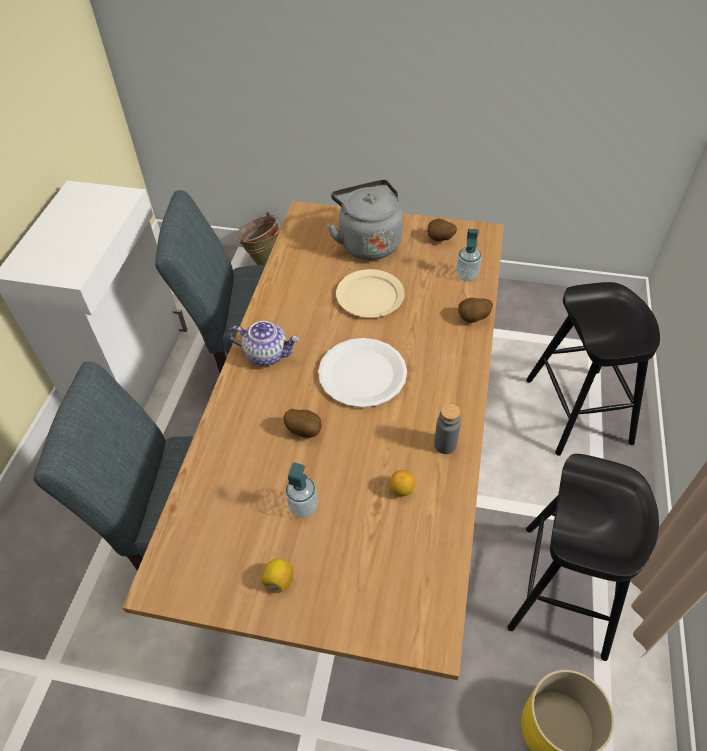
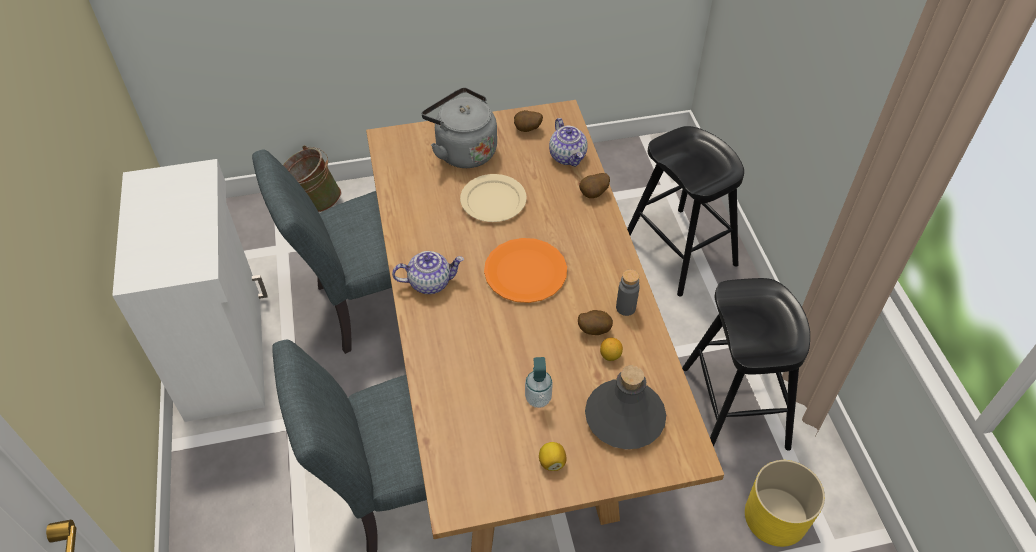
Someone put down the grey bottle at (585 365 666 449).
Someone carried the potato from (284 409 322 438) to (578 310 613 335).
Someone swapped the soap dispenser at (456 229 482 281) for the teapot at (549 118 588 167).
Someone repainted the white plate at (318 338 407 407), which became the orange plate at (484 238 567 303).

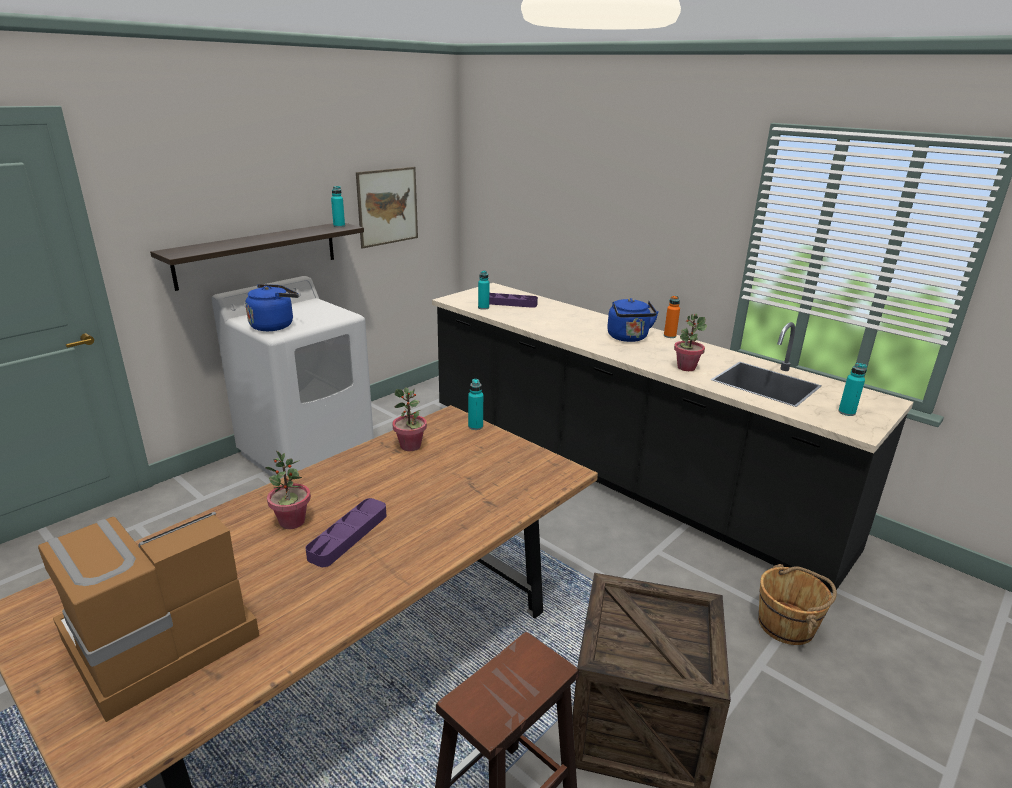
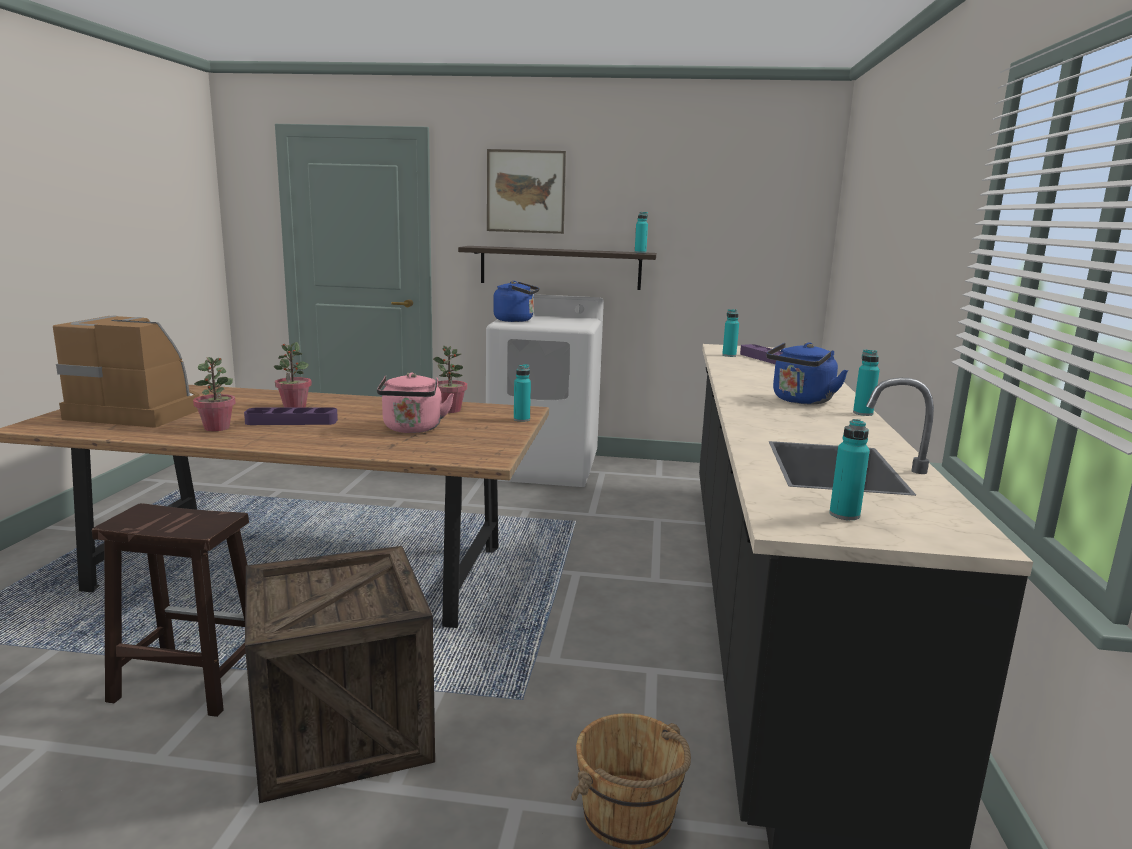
Someone put down the pink kettle at (377 373 454 433).
Someone carried the picture from (356 167 418 249) to (487 149 566 234).
Someone carried the potted plant from (674 314 707 371) to (193 357 236 431).
Someone repainted the orange bottle at (664 296 680 338), which became the turquoise bottle at (853 349 880 416).

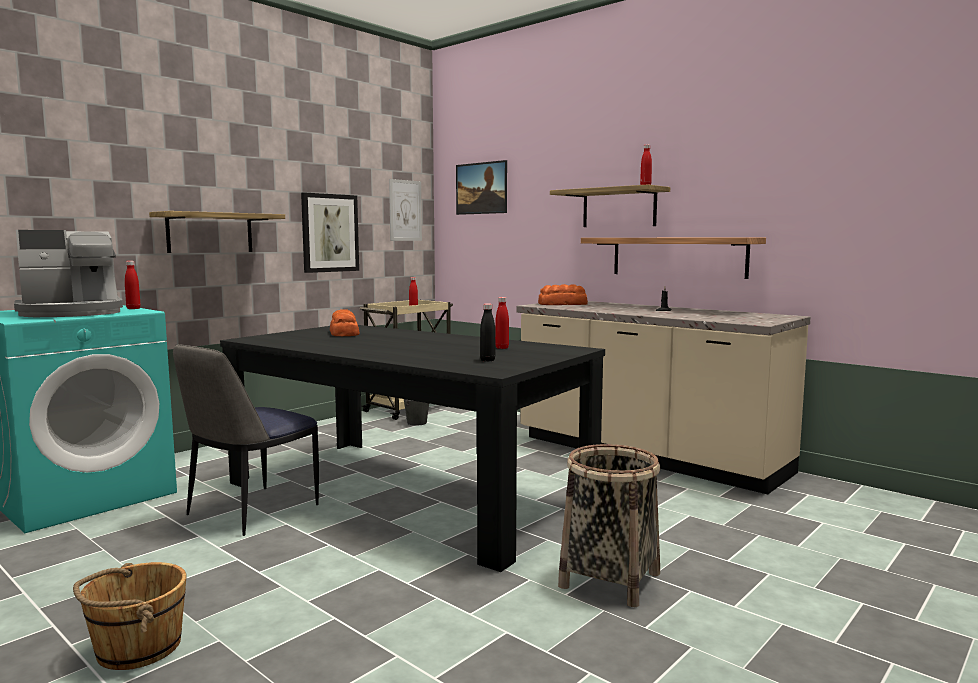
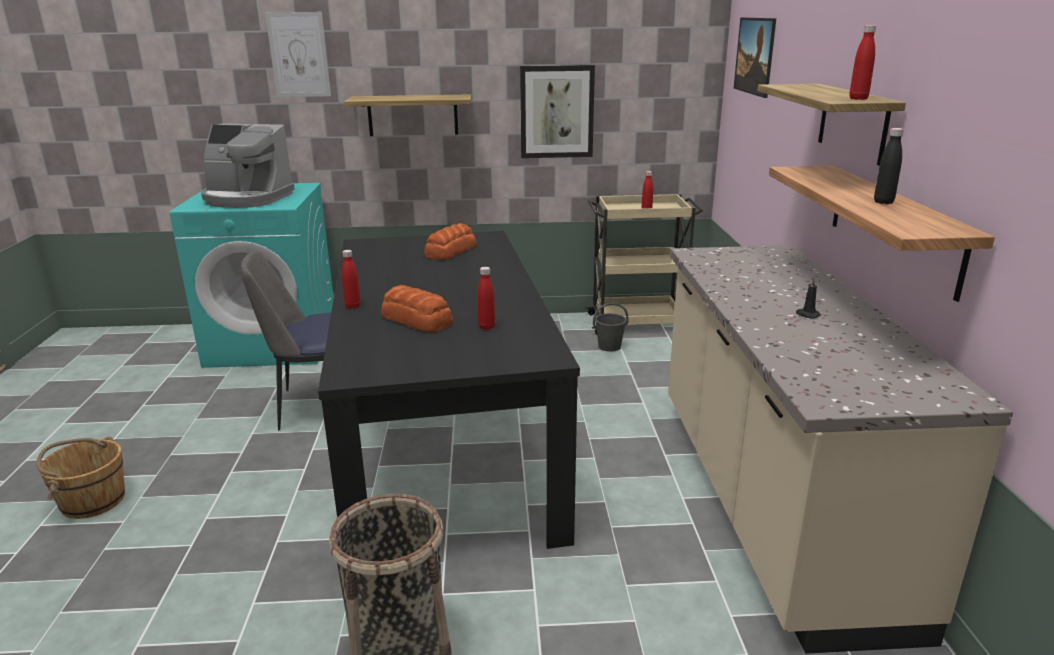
Someone carried the red bottle from (125 261 140 309) to (342 250 361 309).
Someone carried the picture from (389 179 422 241) to (265 12 331 97).
Someone carried the black bottle from (480 303 495 361) to (874 128 904 204).
Someone carried the bread from (538 284 588 305) to (381 285 453 332).

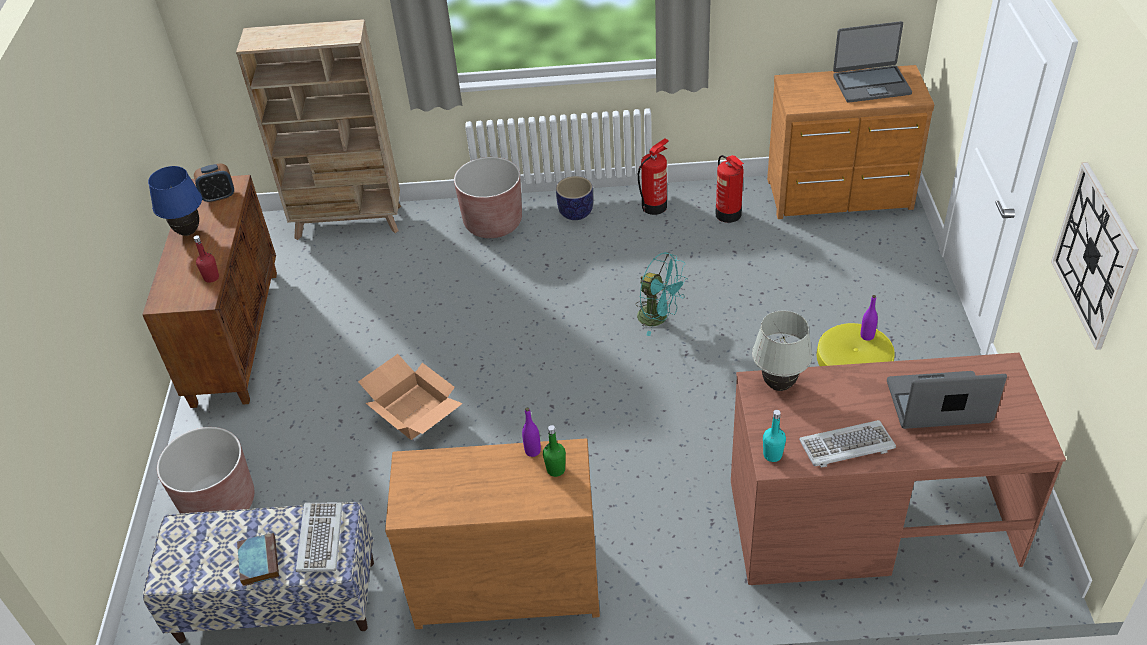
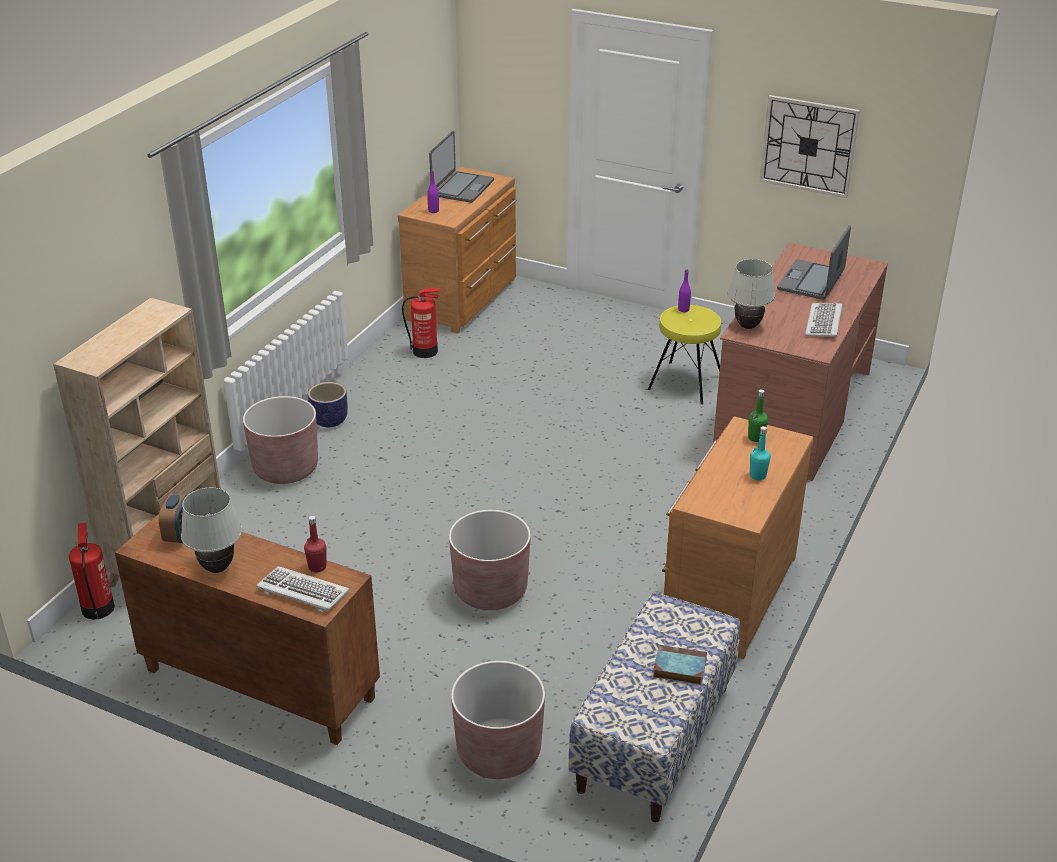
Someone took away the turquoise fan at (636 252 688 336).
Someone carried the keyboard from (296 502 342 572) to (256 566 349 612).
Someone carried the purple bottle from (522 408 541 457) to (427 171 439 213).
Someone carried the fire extinguisher from (638 138 669 215) to (69 523 115 619).
Someone carried the turquoise bottle from (763 410 786 462) to (750 426 771 480).
Someone swapped the cardboard box at (358 354 463 440) for the brown planter at (449 510 531 610).
Someone repainted the blue table lamp at (148 166 202 236), which became the white table lamp at (181 487 242 573).

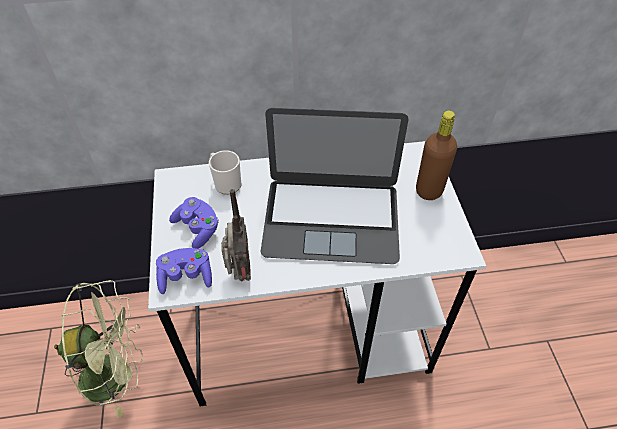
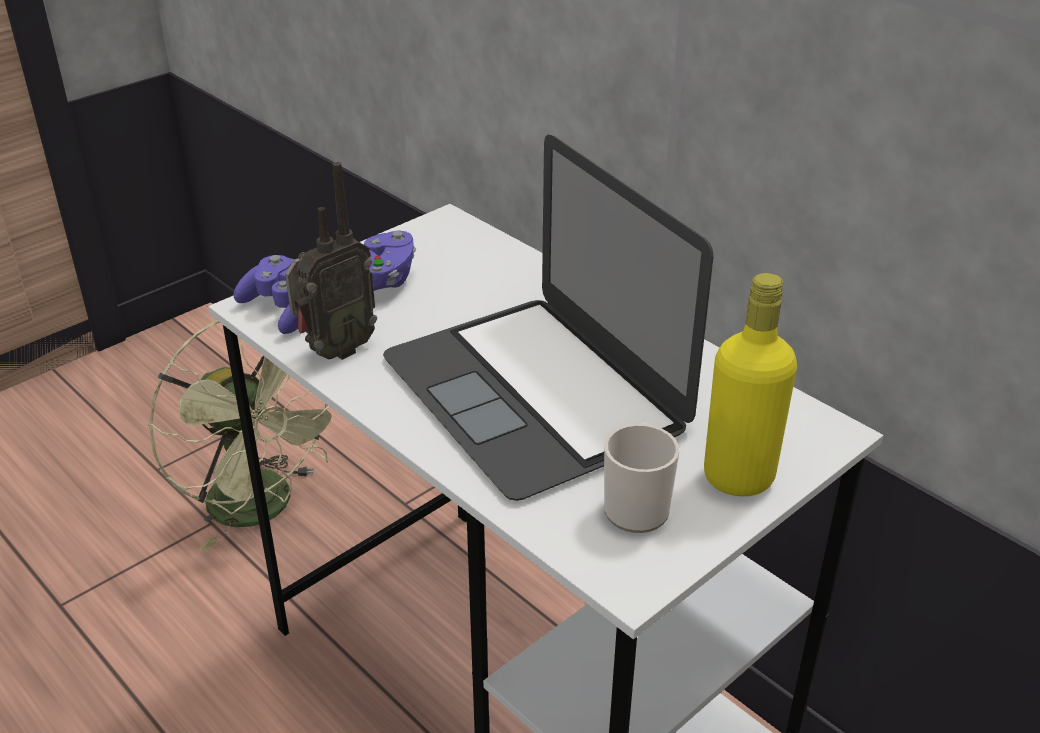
Someone carried the mug from (209 150 241 195) to (604 422 679 533).
Someone repainted the brown bottle at (416 111 457 200), which became the yellow bottle at (704 273 797 496).

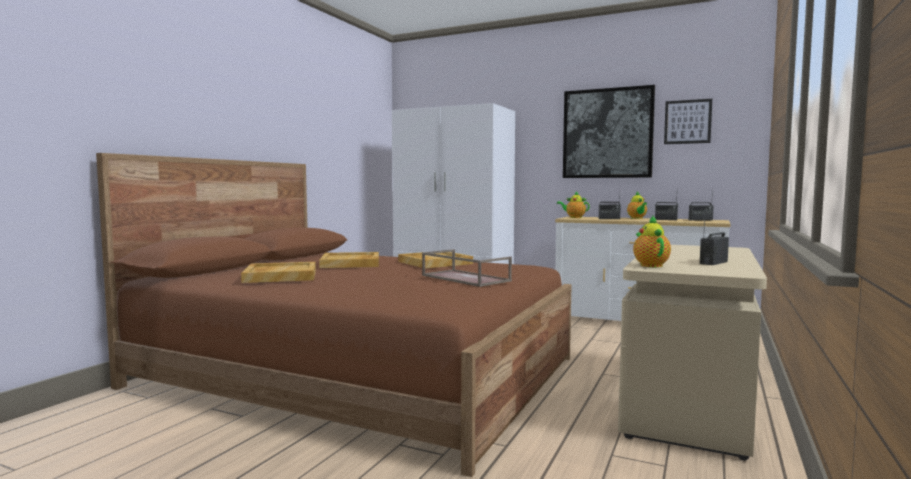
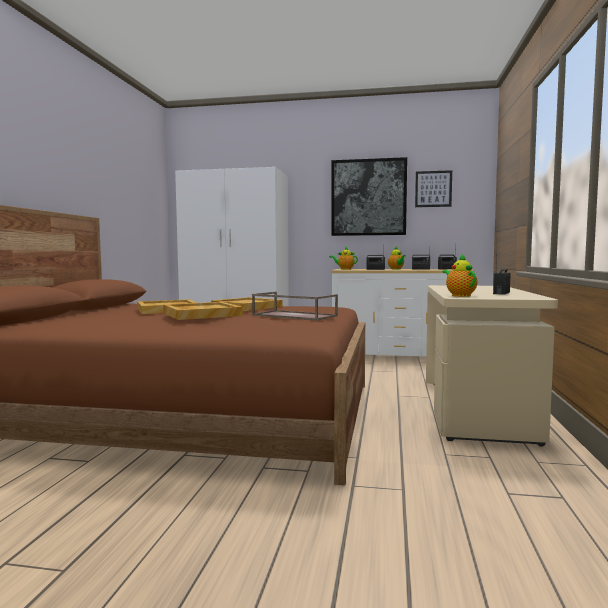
Someone carried the beige tray from (241 262 316 283) to (163 302 243 320).

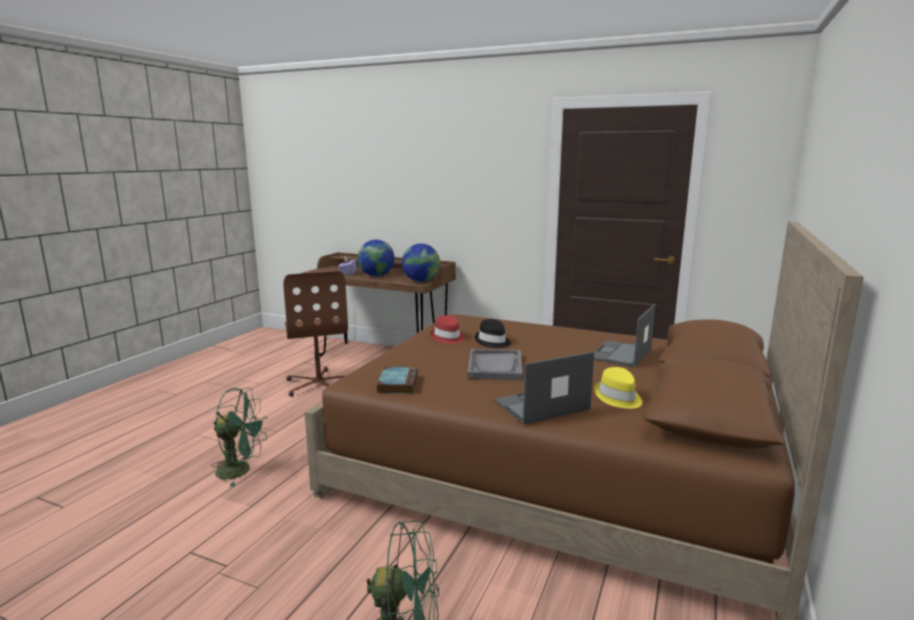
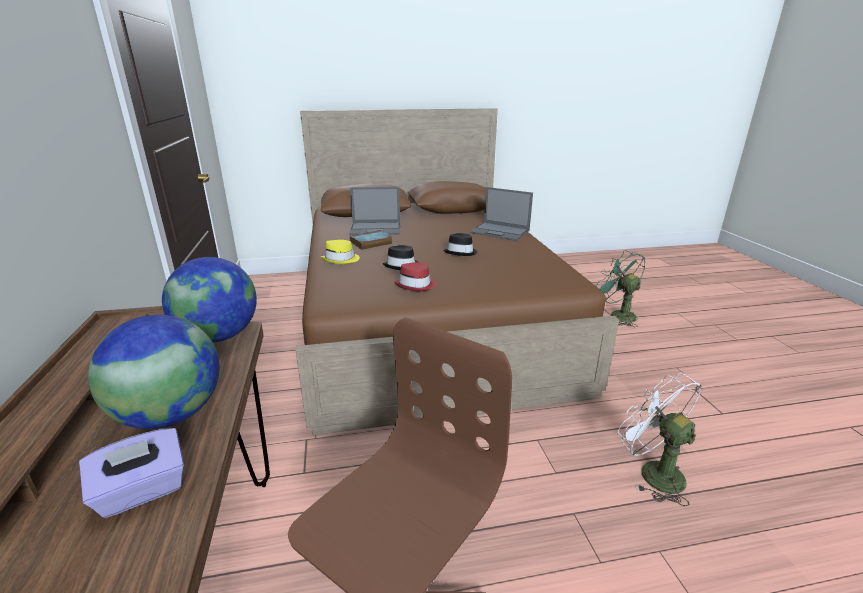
Someone carried the book from (377 367 418 394) to (349 230 393 250).
Someone carried the yellow hat from (594 367 642 409) to (321 240 360 264).
Someone swapped the grey tray at (467 349 523 380) for the black hat at (443 233 478 256).
Someone repainted the green fan at (211 388 267 487), which became the white fan at (618 373 702 506).

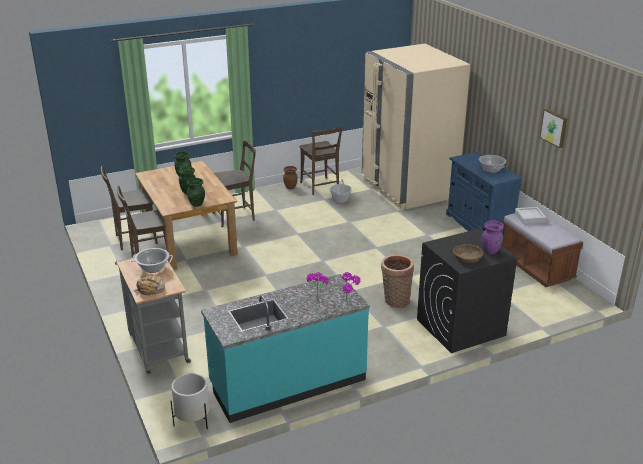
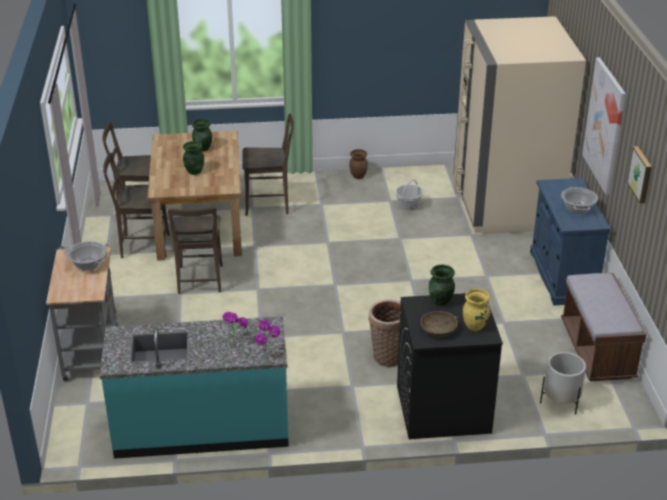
Someone took away the bread at (133 274 165 296).
Someone took away the grey tray at (515 207 546 224).
Someone put up the picture at (582 57 626 195).
Someone carried the white planter from (171 373 210 429) to (540 352 586 415).
Someone carried the green vase from (187 178 205 207) to (429 265 455 306).
Someone carried the brown chair from (299 127 342 195) to (168 207 223 294).
Someone repainted the purple vase at (482 221 504 254), which became the yellow vase at (463 289 490 331).

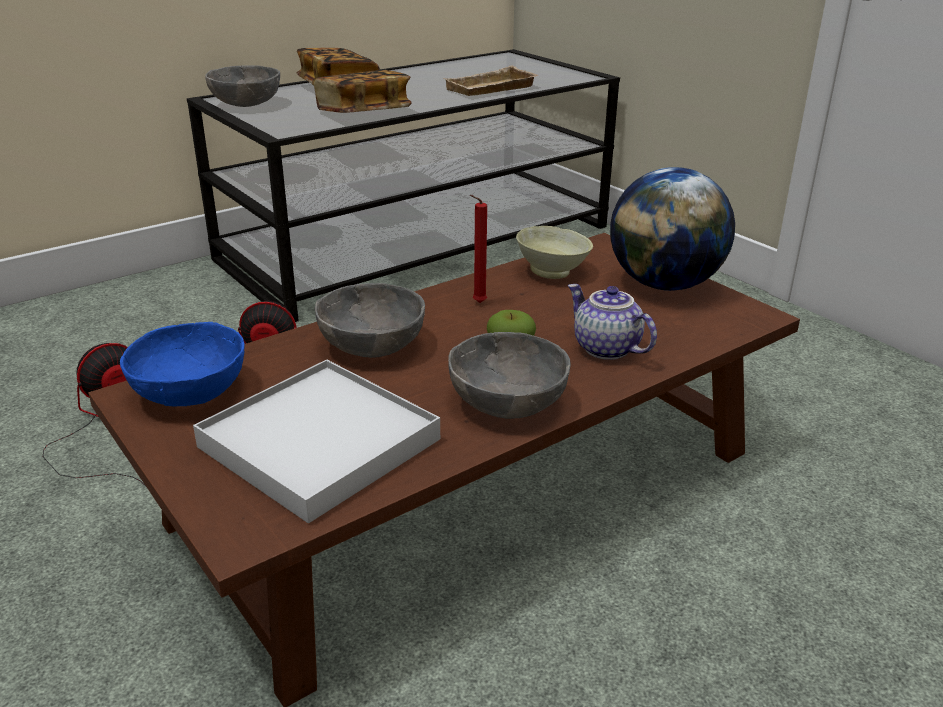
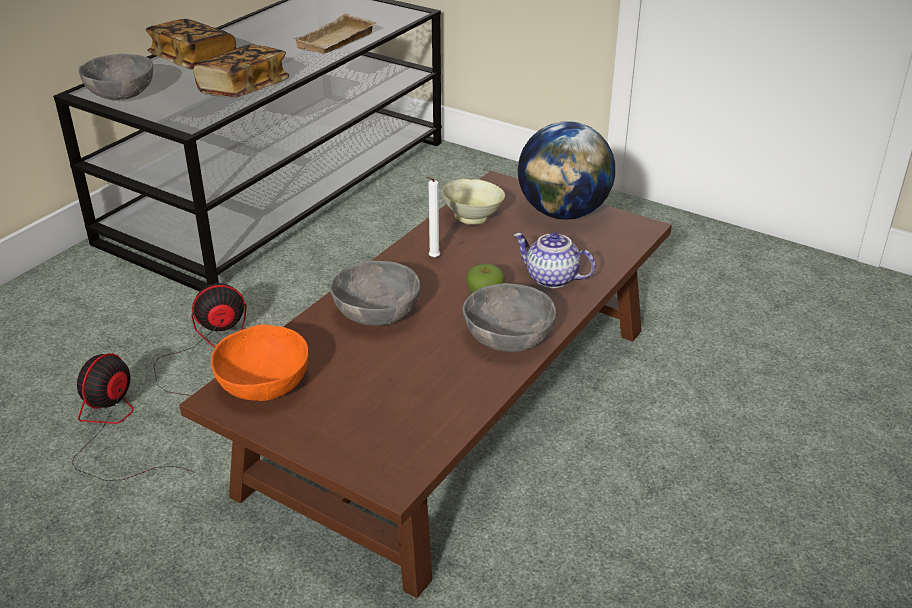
Someone took away the white tray at (193 360 440 523).
Someone repainted the blue bowl at (120 322 245 407), which became the orange bowl at (211 324 308 401).
Someone repainted the red candle at (470 195 487 303), which became the white candle at (426 177 440 258).

